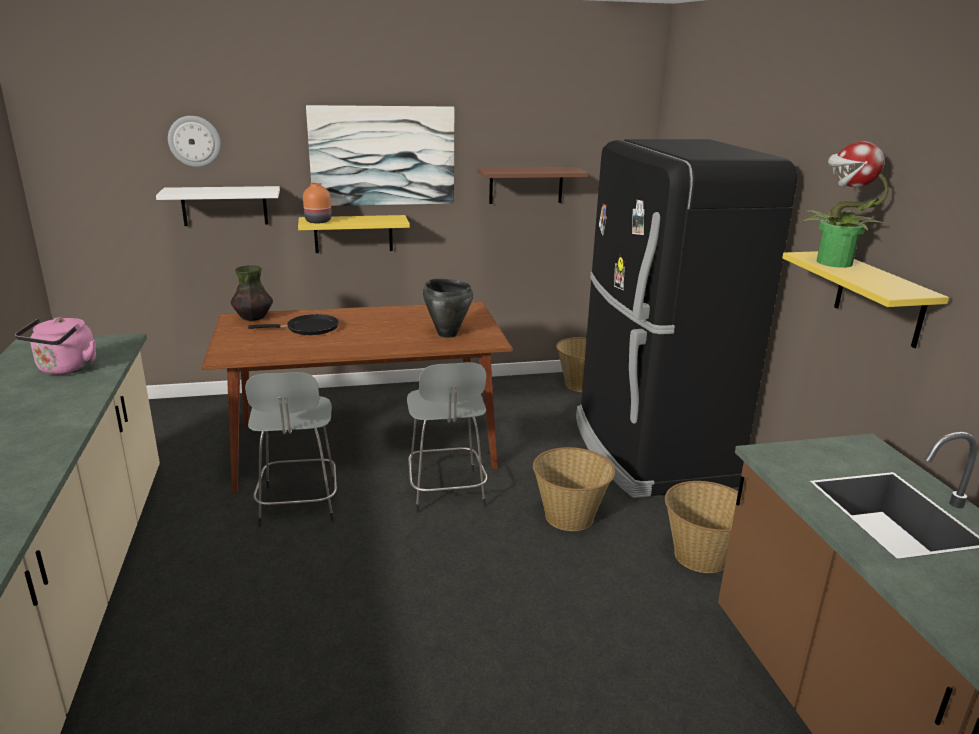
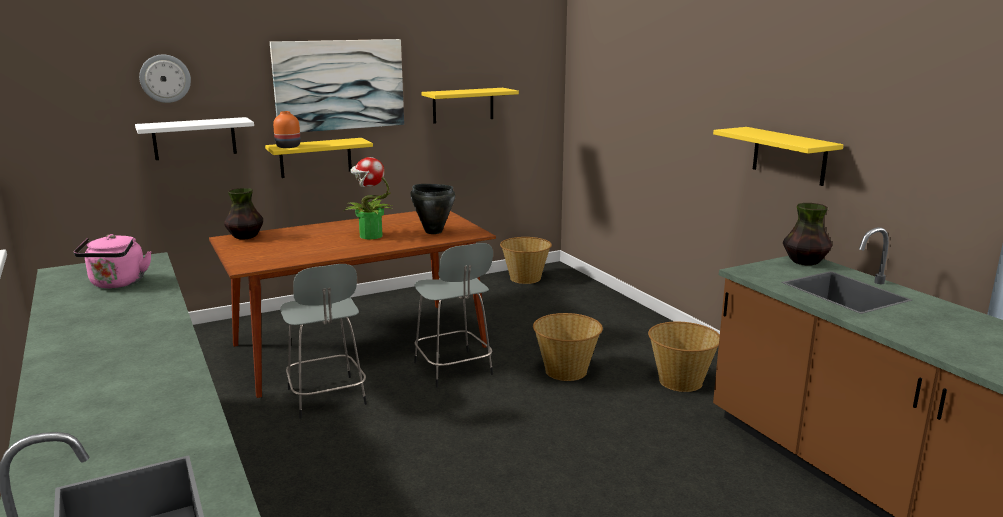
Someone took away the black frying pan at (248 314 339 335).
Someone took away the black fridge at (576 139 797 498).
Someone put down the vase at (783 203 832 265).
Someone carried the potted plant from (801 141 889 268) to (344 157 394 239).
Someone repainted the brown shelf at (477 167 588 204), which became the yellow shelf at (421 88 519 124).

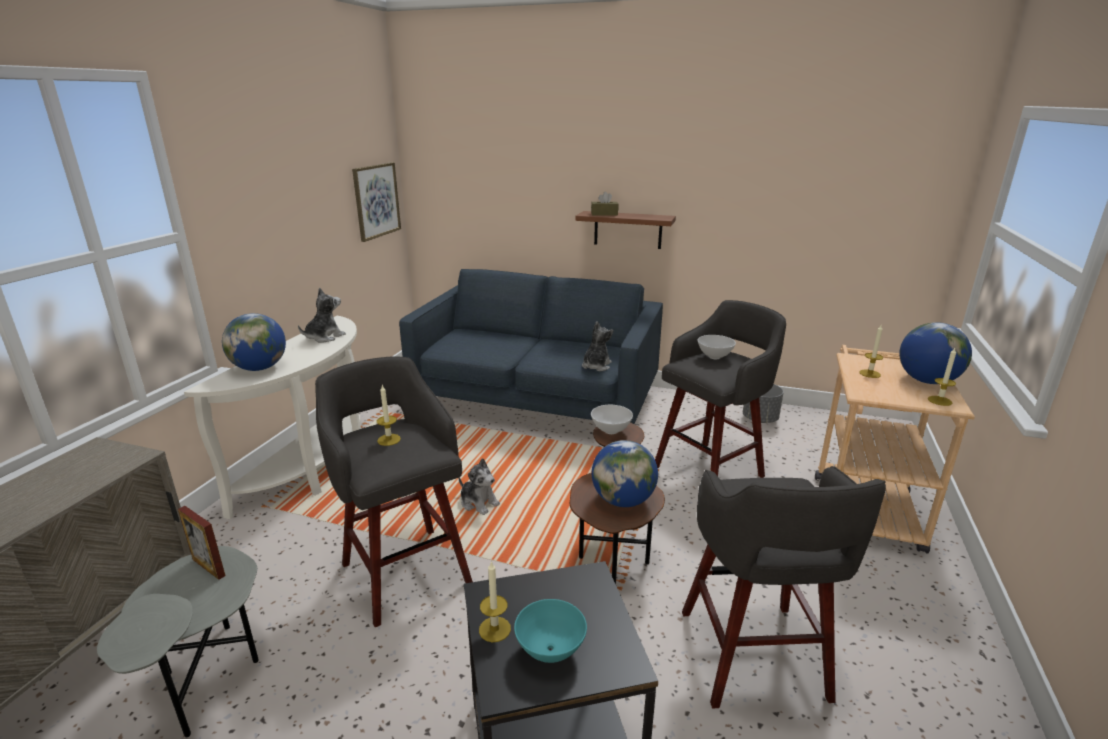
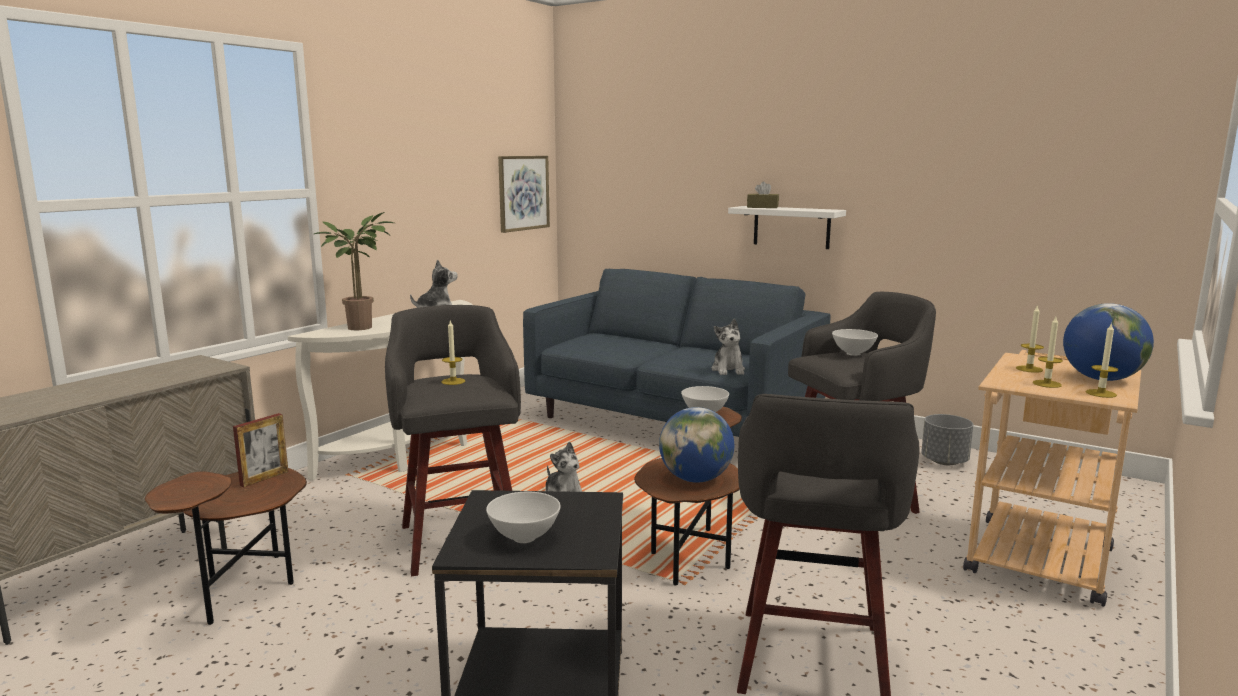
Someone carried the candle from (479 561 511 642) to (1033 317 1063 388).
Someone swapped the globe at (222 313 286 371) for the potted plant at (314 212 394 330).
Someone repainted the grey side table at (97 546 258 737), which became the brown side table at (145 468 307 625).
Someone repainted the turquoise bowl at (514 599 587 663), which became the white bowl at (486 492 561 543).
Someone repainted the brown shelf at (575 211 676 249), which became the white shelf at (728 206 846 249).
Someone rotated the picture frame at (178 506 225 580) by 105 degrees counterclockwise.
Someone rotated the plush toy at (582 321 613 371) by 135 degrees clockwise.

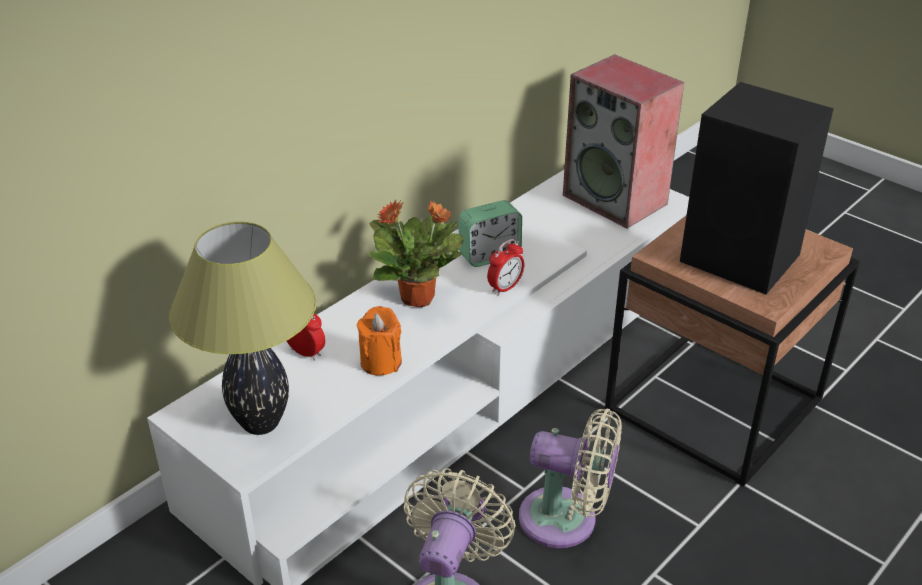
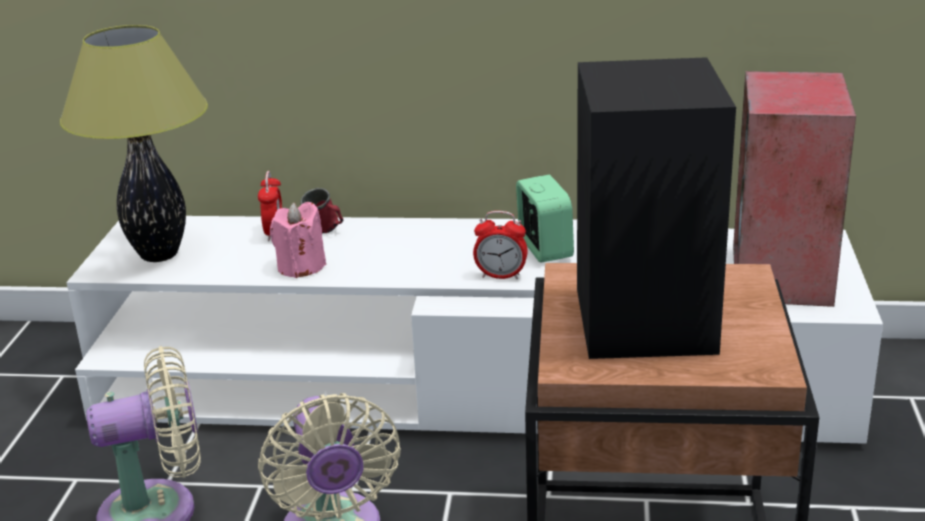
Someone took away the potted plant at (368 200 464 307).
Someone put down the red mug at (300 188 343 233).
Someone repainted the orange candle at (357 306 402 376), which became the pink candle at (270 202 326 278).
Someone rotated the alarm clock at (458 200 522 267) by 135 degrees counterclockwise.

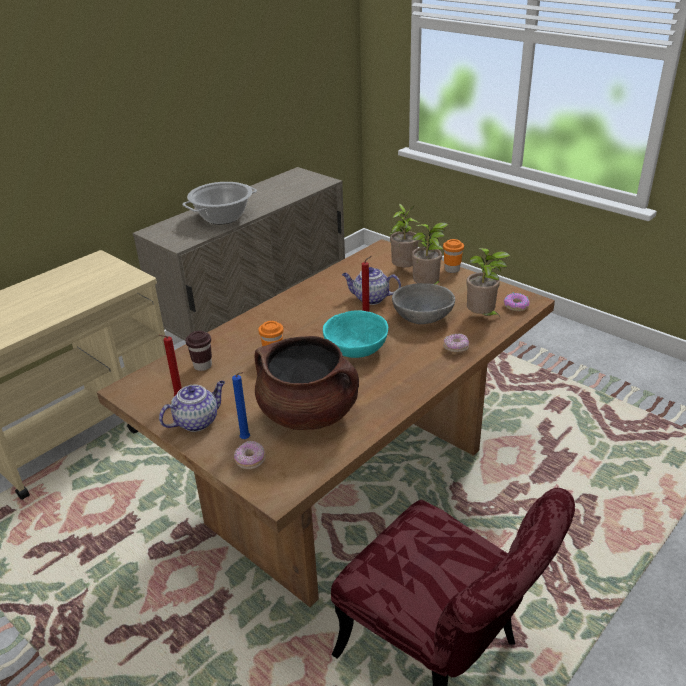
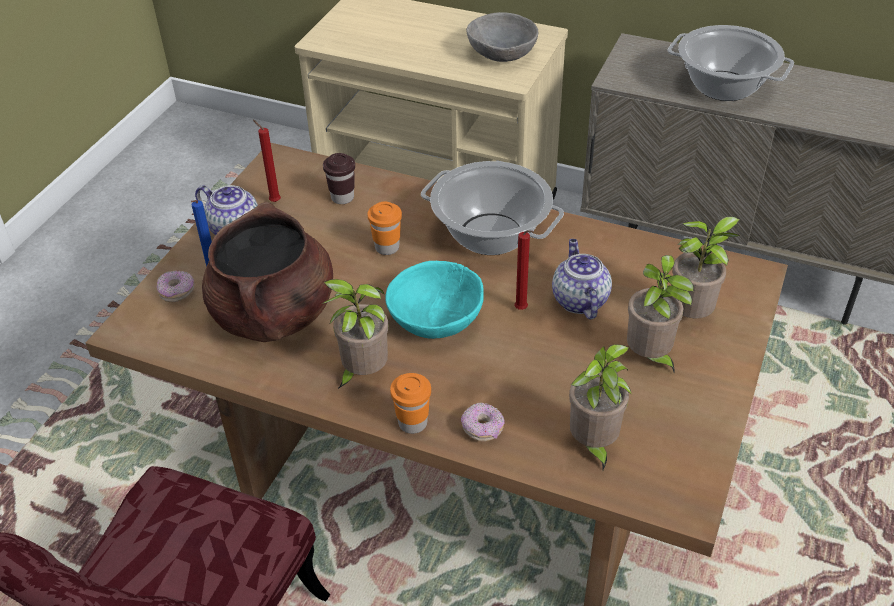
Someone took away the donut at (504 292 530 311).
Someone put down the potted plant at (322 279 388 389).
Someone put down the cooking pot at (421 161 564 255).
Someone carried the grey bowl from (392 283 455 324) to (466 12 538 62).
Someone carried the orange cup from (443 239 464 273) to (390 373 431 434).

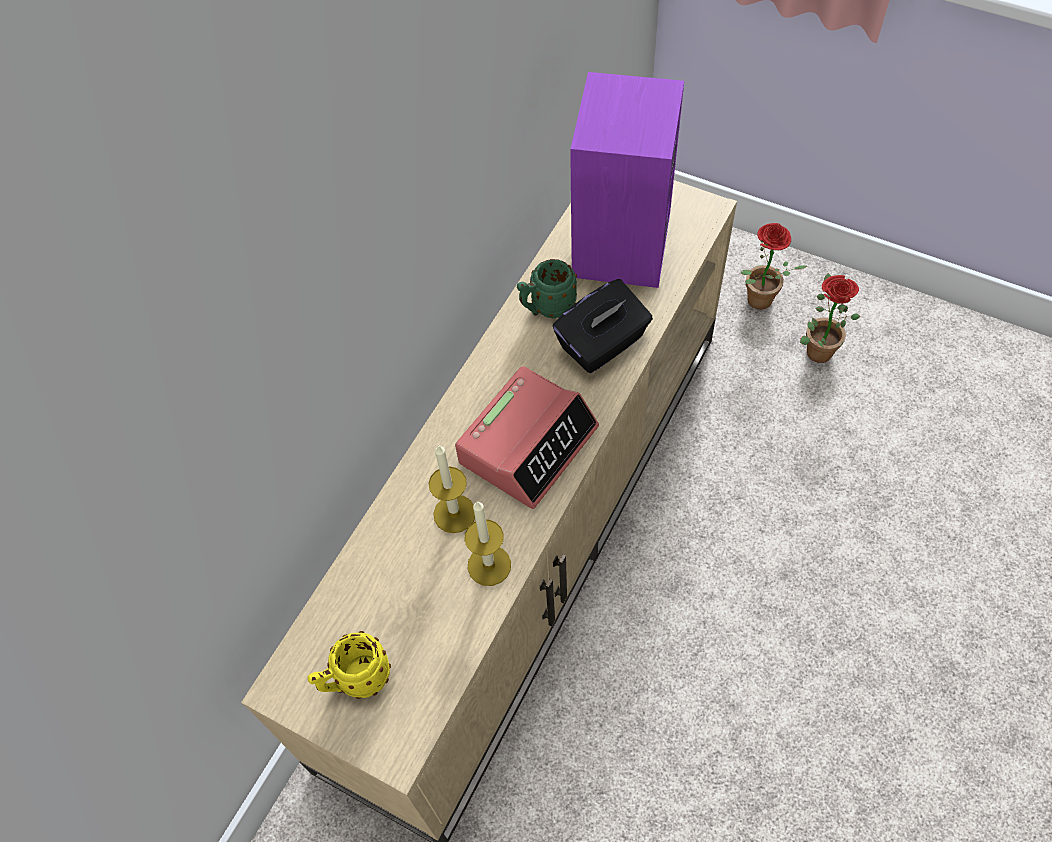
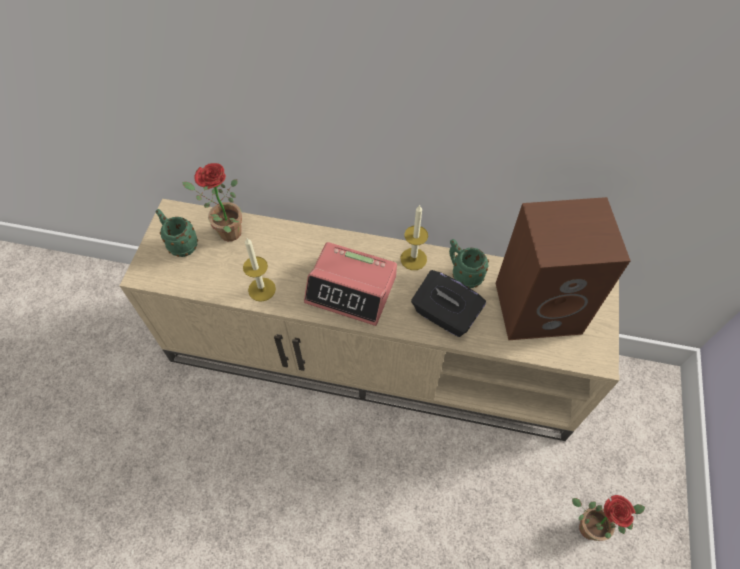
Someone carried the candle from (429 445 475 533) to (400 205 428 270).
Someone carried the potted plant from (740 223 807 310) to (182 163 242 241).
Someone repainted the yellow mug at (308 631 391 699), which became the green mug at (155 209 198 257).
Someone repainted the purple speaker at (570 72 684 288), which became the brown speaker at (496 197 630 340).

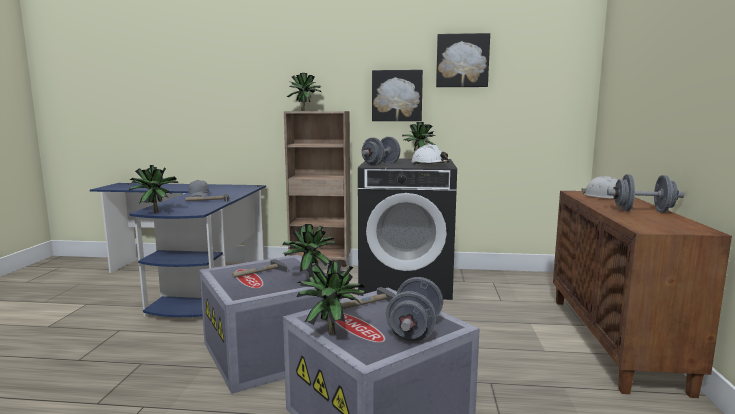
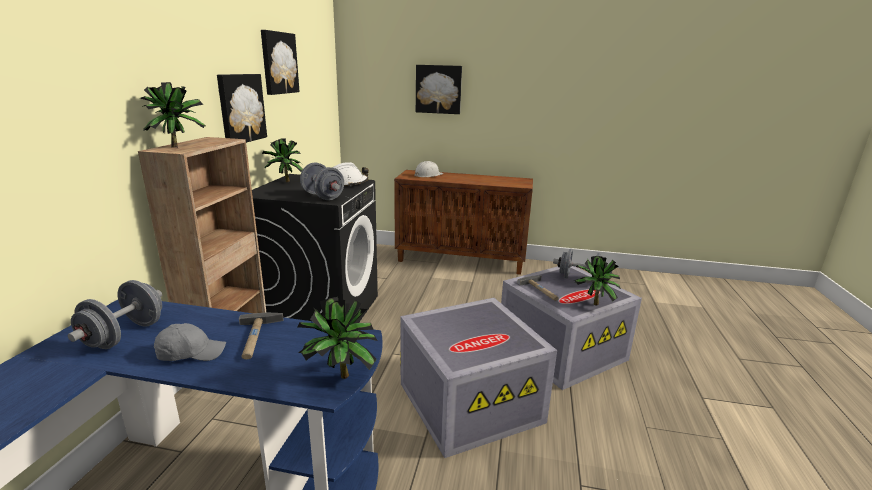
Someone took away the hammer at (232 259 288 278).
Someone took away the potted plant at (282 224 337 278).
Someone put up the picture at (416 65 462 114).
Someone carried the grey dumbbell from (607 174 684 213) to (68 280 162 349).

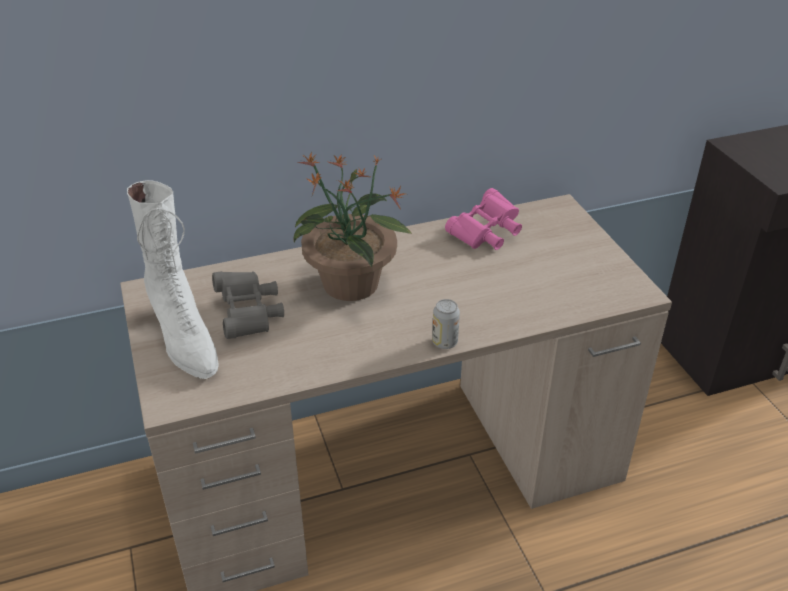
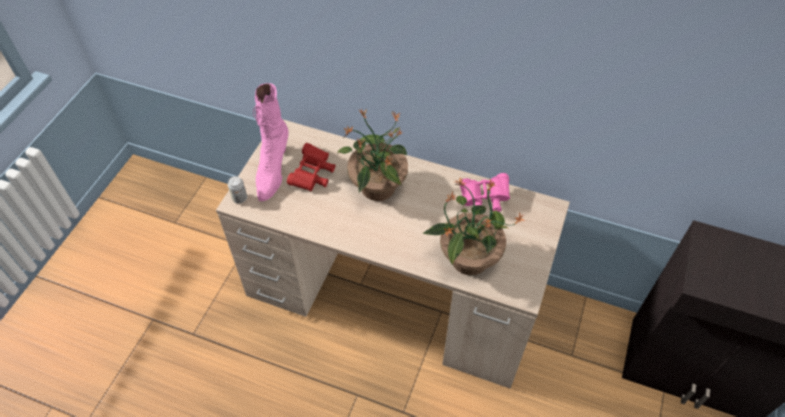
Someone put down the potted plant at (422 177 525 275).
Someone carried the can from (432 299 460 349) to (228 176 247 204).
Someone repainted the white boot at (127 180 219 379), which became the pink boot at (253 83 288 201).
Someone repainted the grey binoculars at (212 271 284 339), which became the red binoculars at (287 143 335 191).

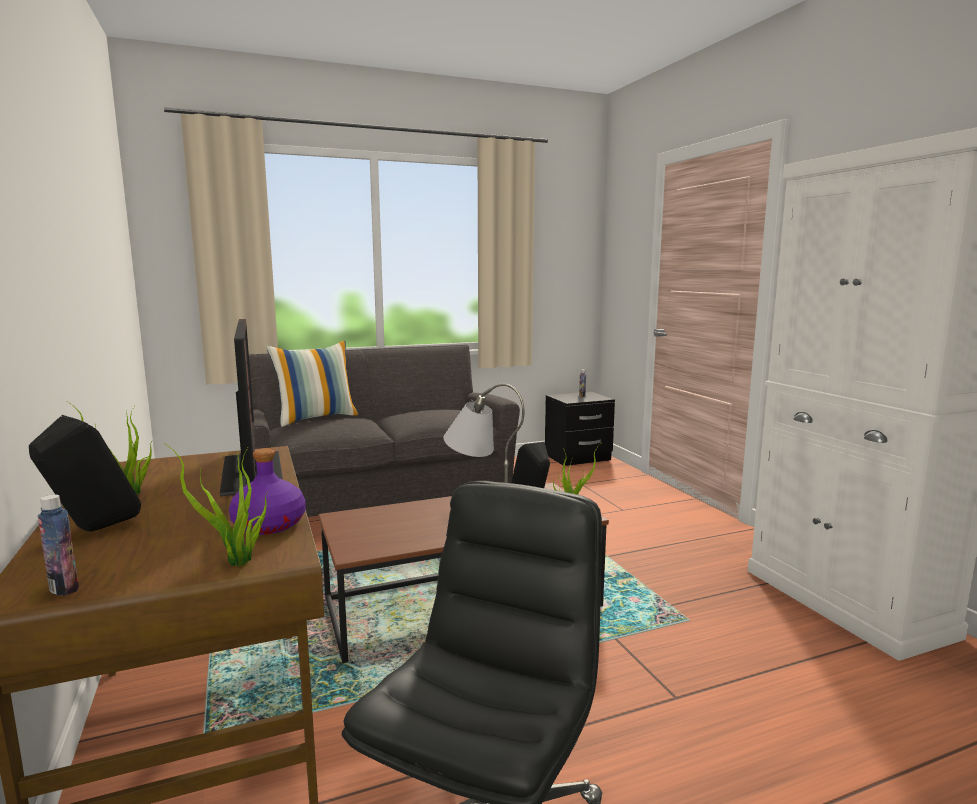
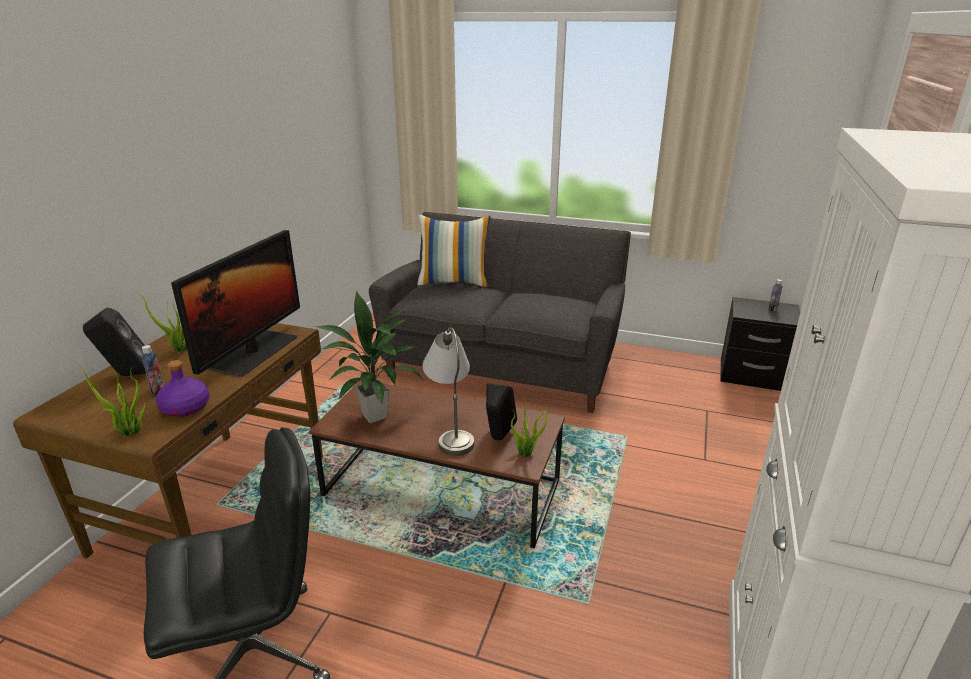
Someone put down the potted plant at (313 290 426 423).
Someone carried the bottle from (38 494 79 596) to (142 345 164 395).

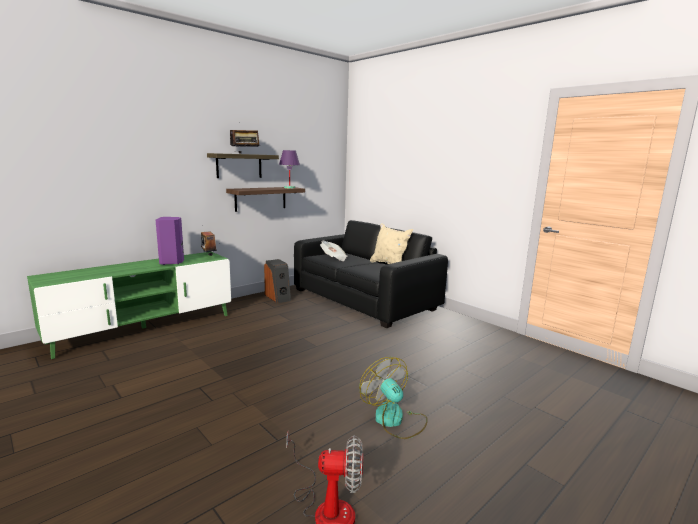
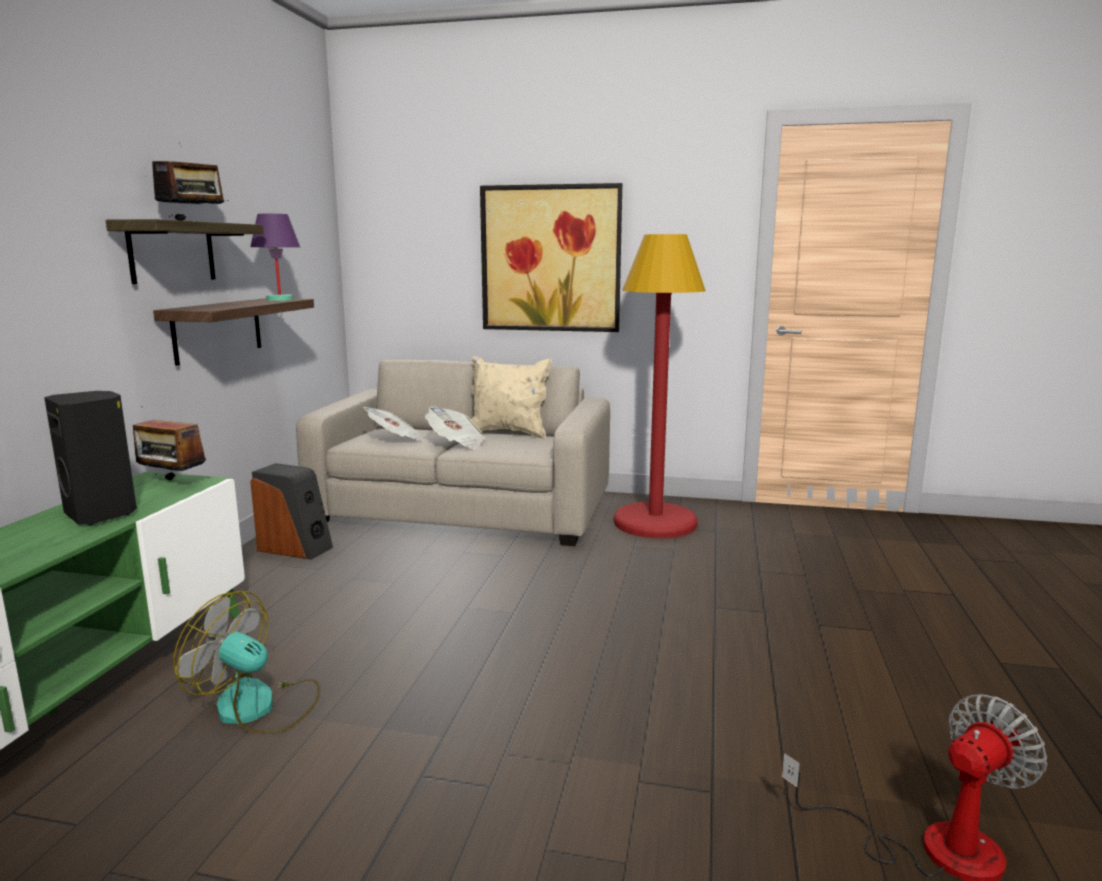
Someone put down the newspaper at (425 406 486 449).
Someone put up the picture at (480 183 622 332).
Someone put down the red floor lamp at (614 234 706 538).
Someone carried the fan from (359 357 428 439) to (173 591 320 733).
Someone repainted the purple speaker at (156 217 184 265), which became the black speaker at (44 391 137 525).
Someone repainted the black sofa at (294 220 448 328), which became the beige sofa at (296 360 610 546).

